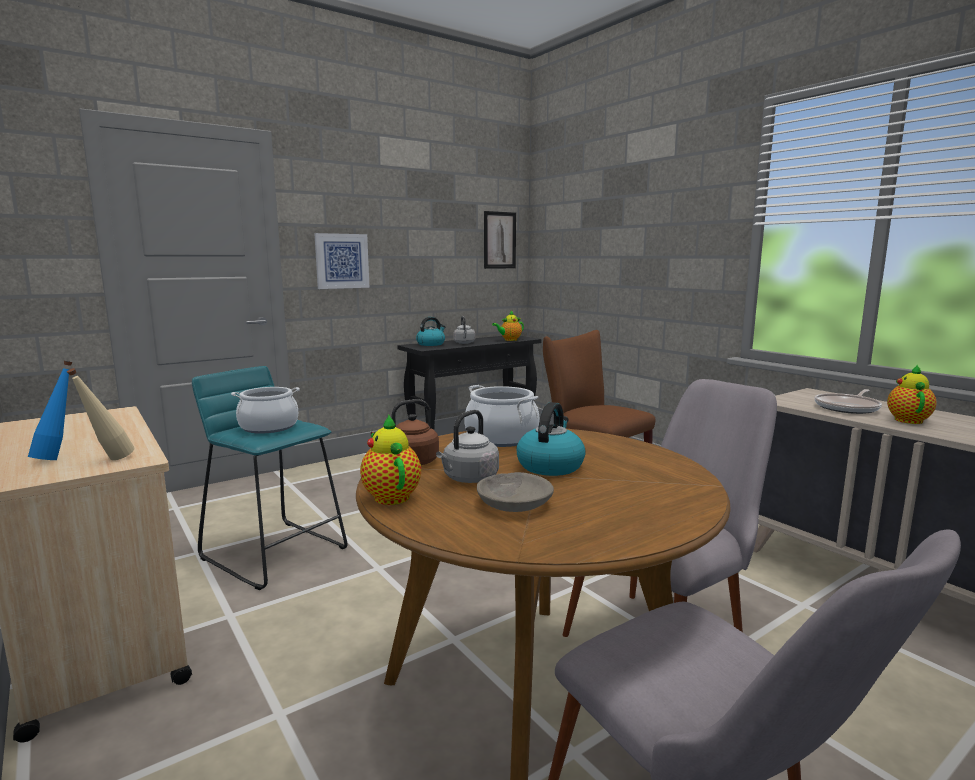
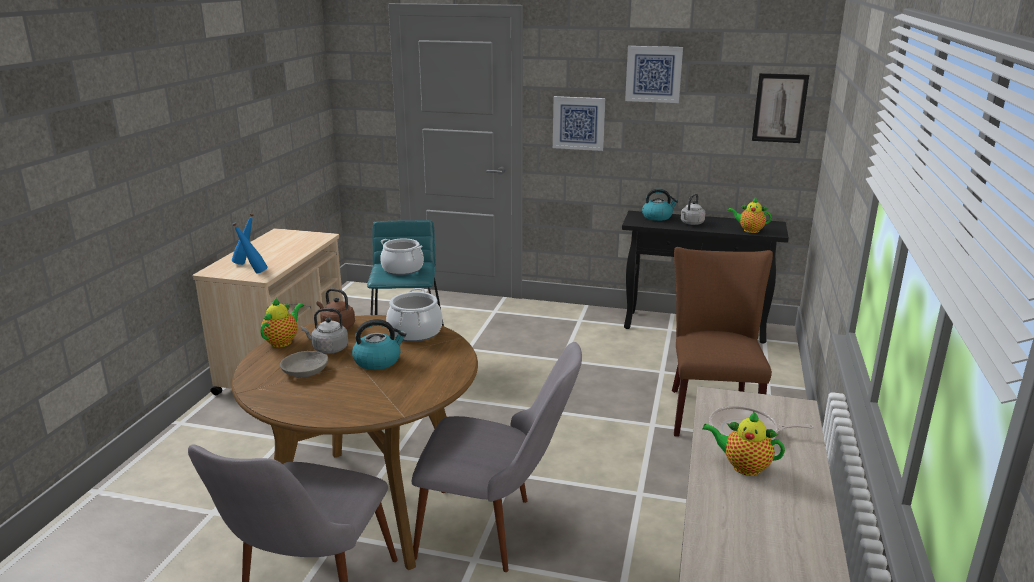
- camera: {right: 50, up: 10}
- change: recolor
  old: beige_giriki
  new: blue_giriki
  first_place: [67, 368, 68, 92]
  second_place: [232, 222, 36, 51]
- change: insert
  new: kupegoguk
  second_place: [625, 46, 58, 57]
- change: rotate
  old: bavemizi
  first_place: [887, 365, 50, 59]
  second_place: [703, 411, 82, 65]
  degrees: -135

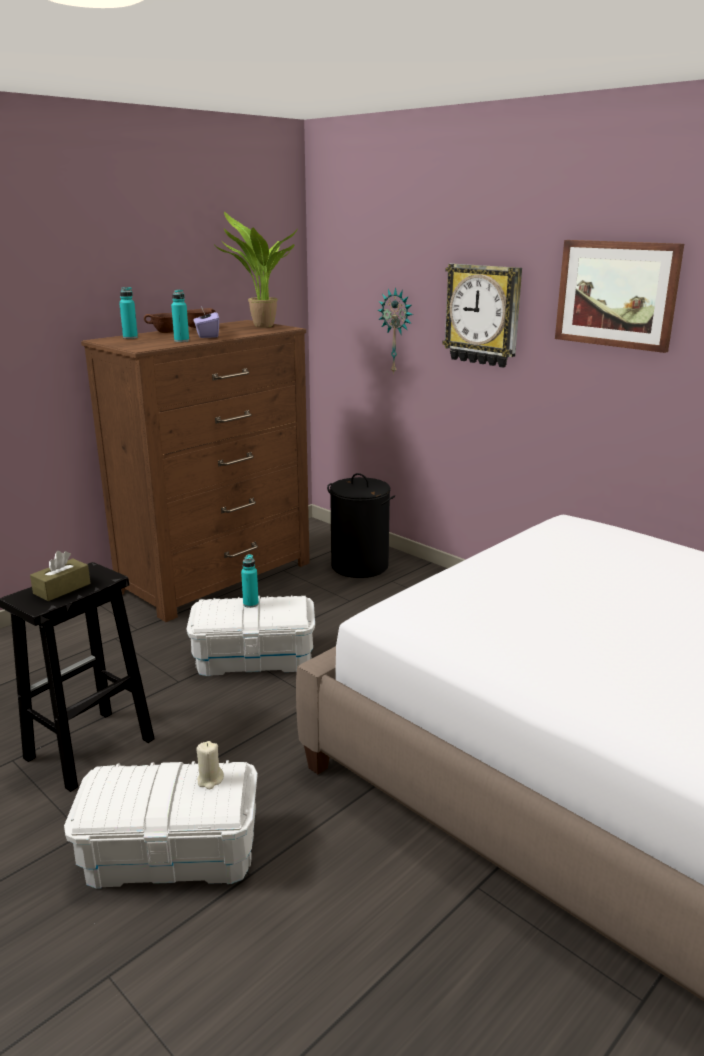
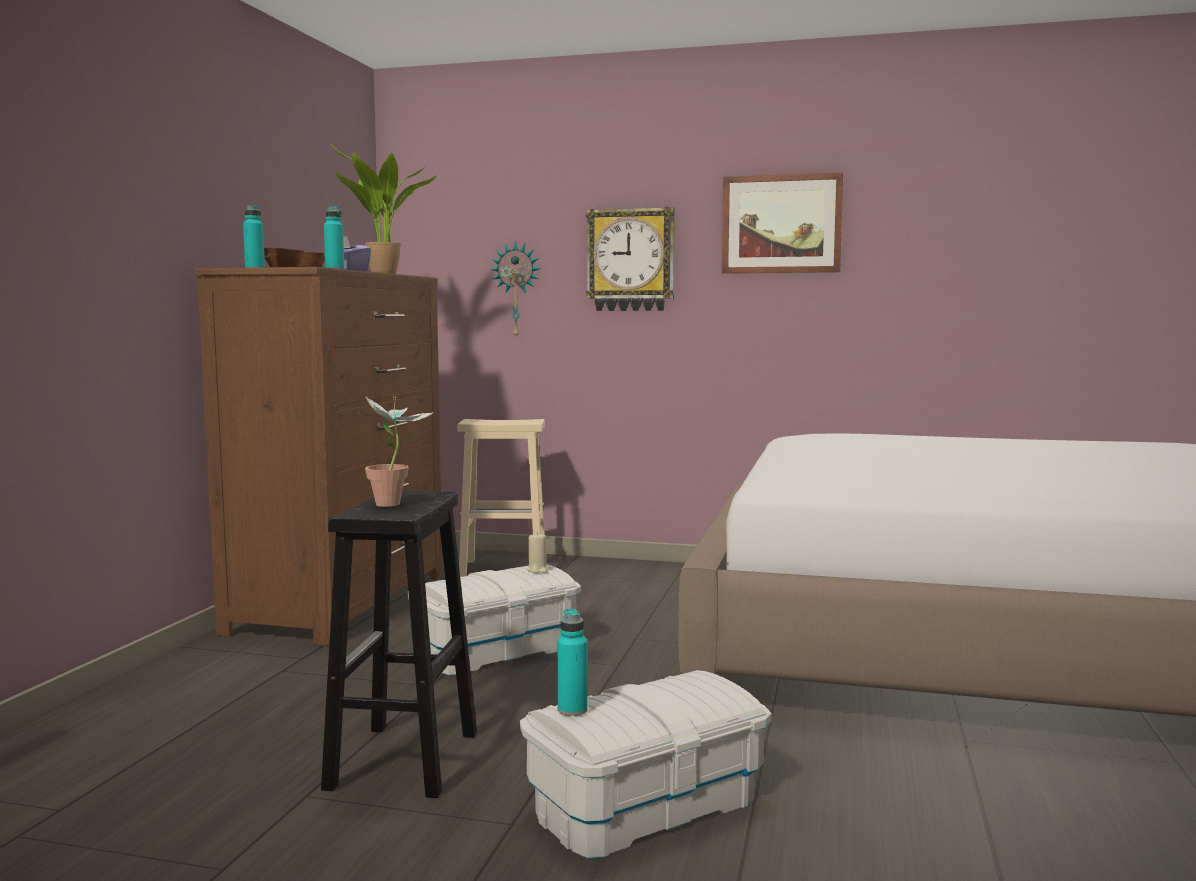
- camera: {right: -30, up: -15}
- change: replace
  old: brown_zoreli
  new: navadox
  first_place: [30, 551, 61, 50]
  second_place: [365, 396, 68, 111]
- change: replace
  old: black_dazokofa
  new: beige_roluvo
  first_place: [327, 473, 68, 105]
  second_place: [457, 419, 90, 158]
- change: move
  old: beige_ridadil
  first_place: [196, 741, 28, 48]
  second_place: [527, 532, 22, 41]
- change: move
  old: turquoise_giriki
  first_place: [241, 554, 18, 54]
  second_place: [557, 608, 31, 108]

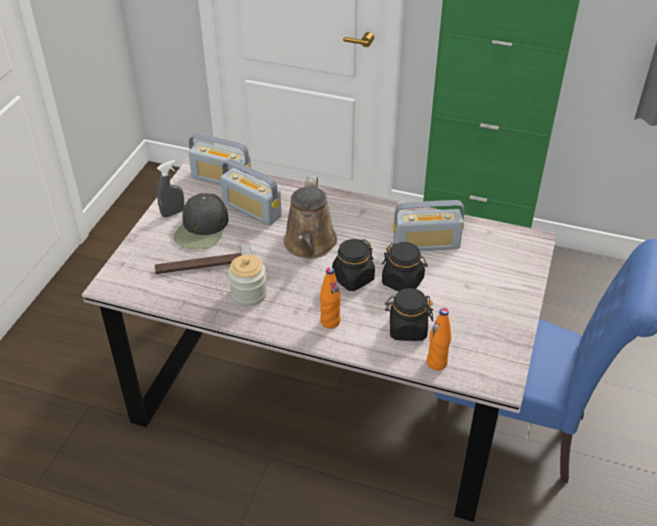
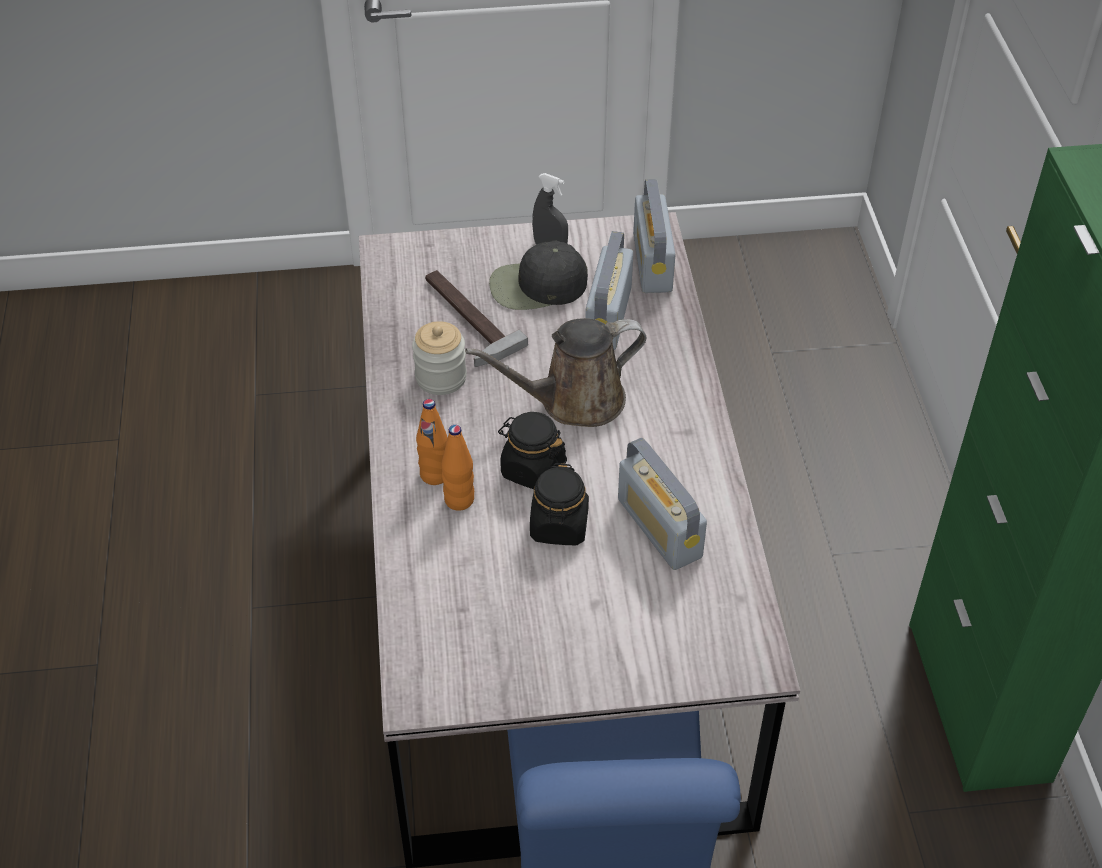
- camera: {right: 65, up: 5}
- change: move
  old: orange_giriki
  first_place: [427, 308, 24, 63]
  second_place: [441, 425, 33, 86]
- change: delete
  old: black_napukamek
  first_place: [385, 288, 48, 53]

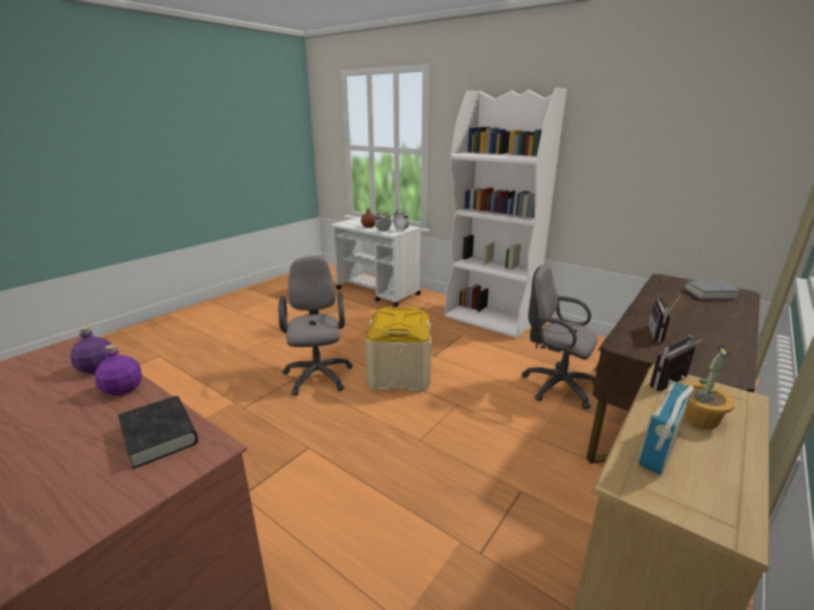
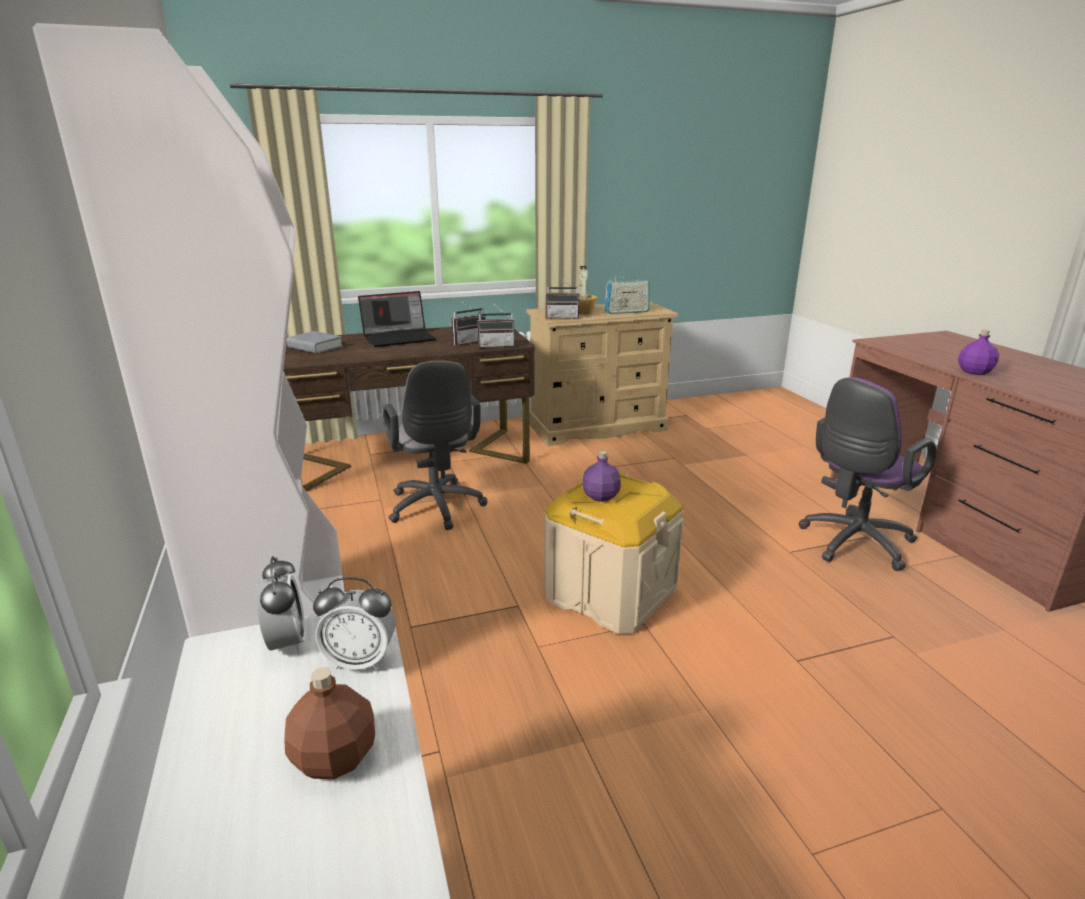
- camera: {right: -145, up: 0}
- change: insert
  new: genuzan
  second_place: [358, 291, 78, 56]
- change: insert
  new: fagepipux
  second_place: [477, 304, 39, 44]
- change: move
  old: purple_giriki
  first_place: [70, 326, 42, 48]
  second_place: [583, 451, 38, 51]
- change: insert
  new: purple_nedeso
  second_place: [799, 377, 137, 194]
- change: delete
  old: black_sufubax
  first_place: [118, 396, 80, 73]
- change: delete
  old: grey_nedeso
  first_place: [278, 255, 75, 141]

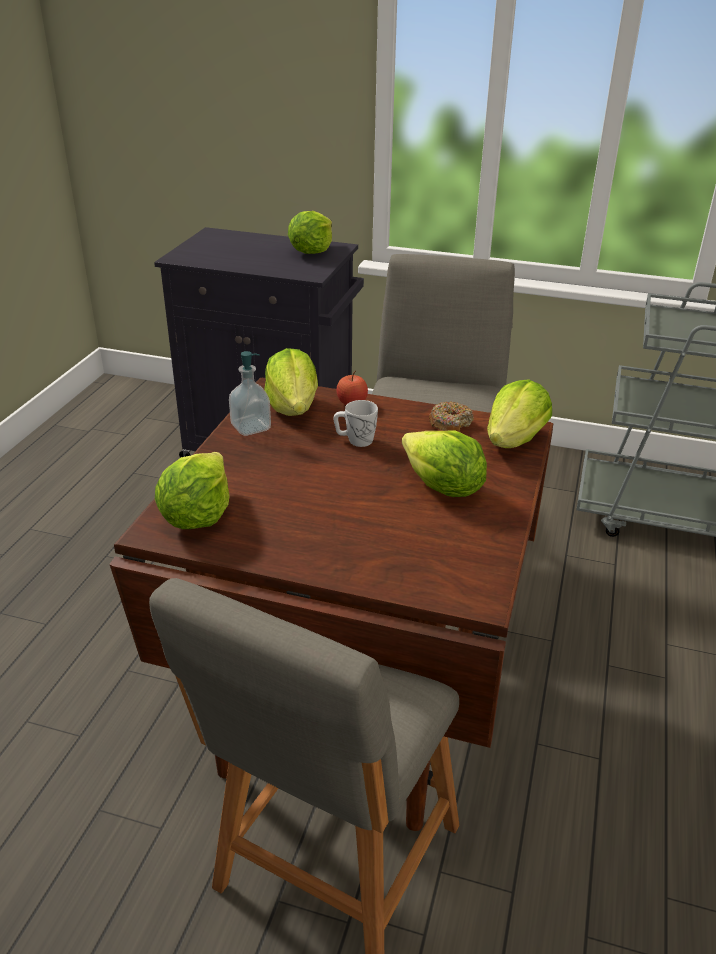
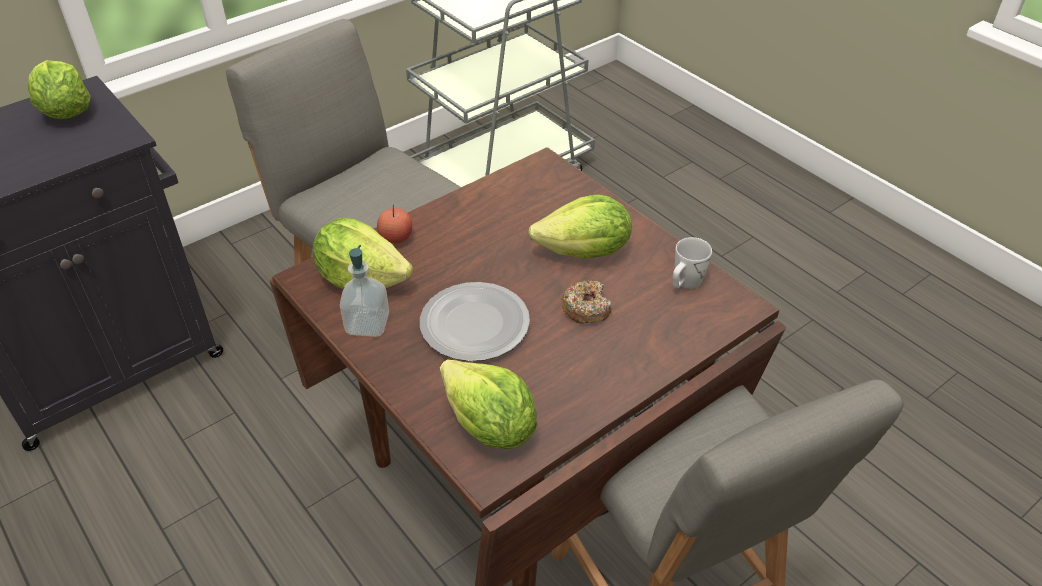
- camera: {right: -55, up: 10}
- change: insert
  new: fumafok
  second_place: [420, 282, 110, 79]
- change: move
  old: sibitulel
  first_place: [429, 401, 45, 31]
  second_place: [561, 281, 50, 43]
- change: move
  old: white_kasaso
  first_place: [334, 400, 44, 47]
  second_place: [673, 237, 39, 52]
- change: delete
  old: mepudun
  first_place: [487, 379, 65, 69]

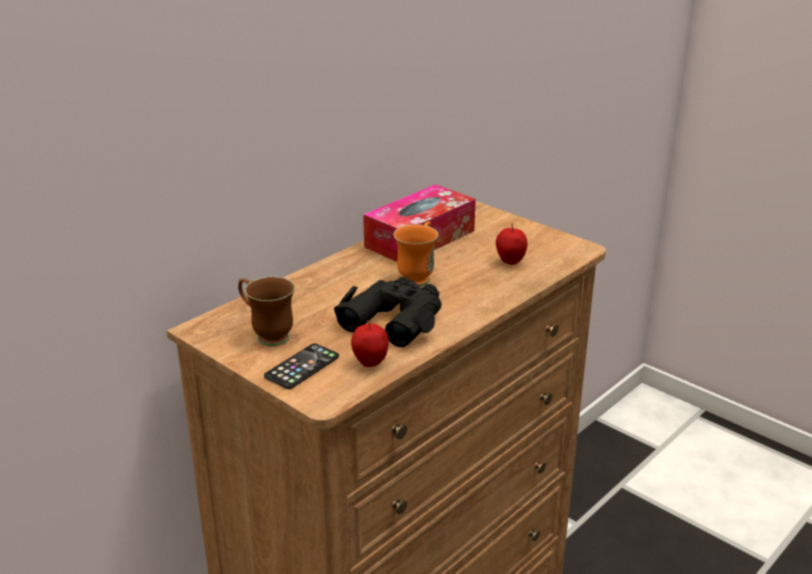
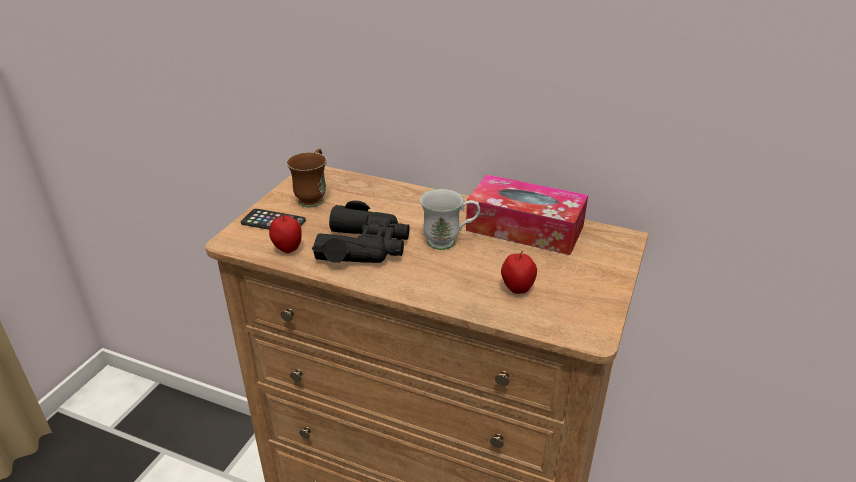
- camera: {right: 70, up: 5}
- change: recolor
  old: orange_kasaso
  new: white_kasaso
  first_place: [393, 221, 45, 65]
  second_place: [420, 189, 60, 61]

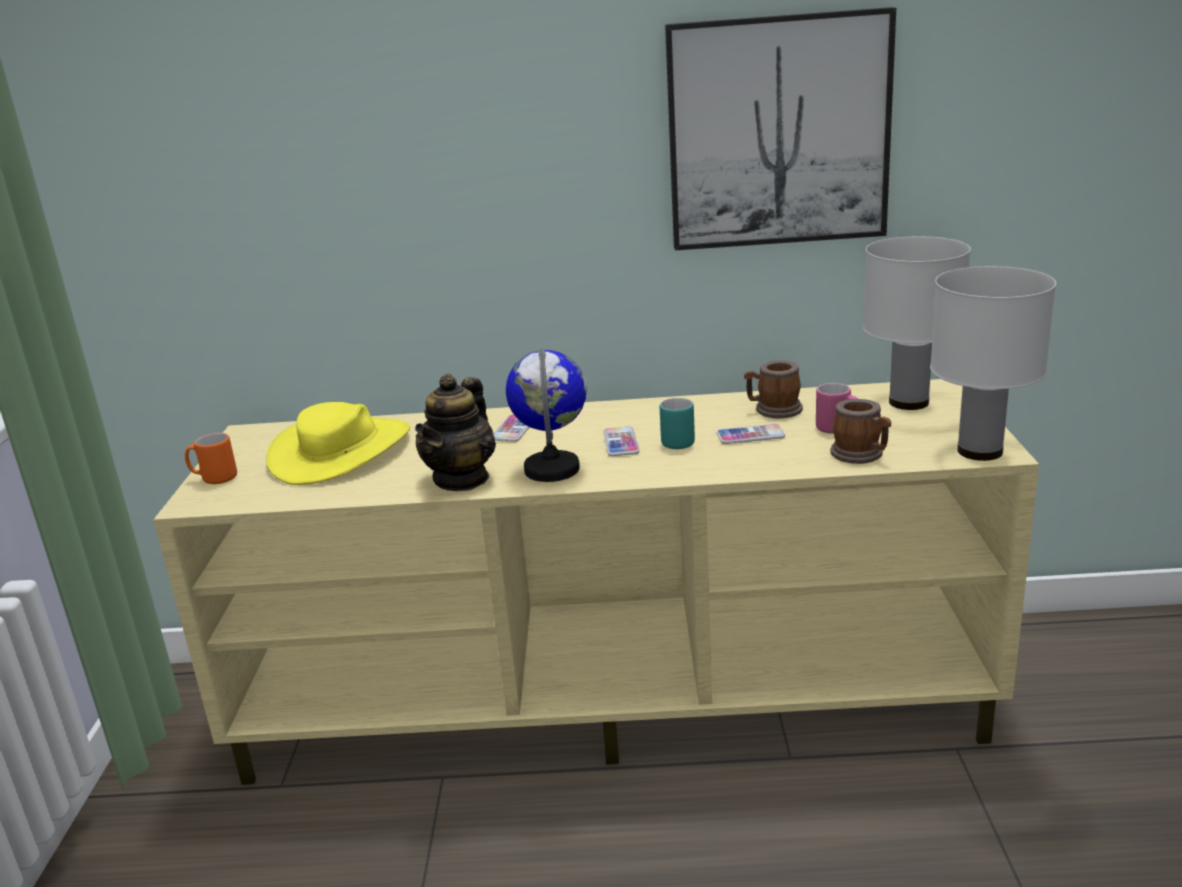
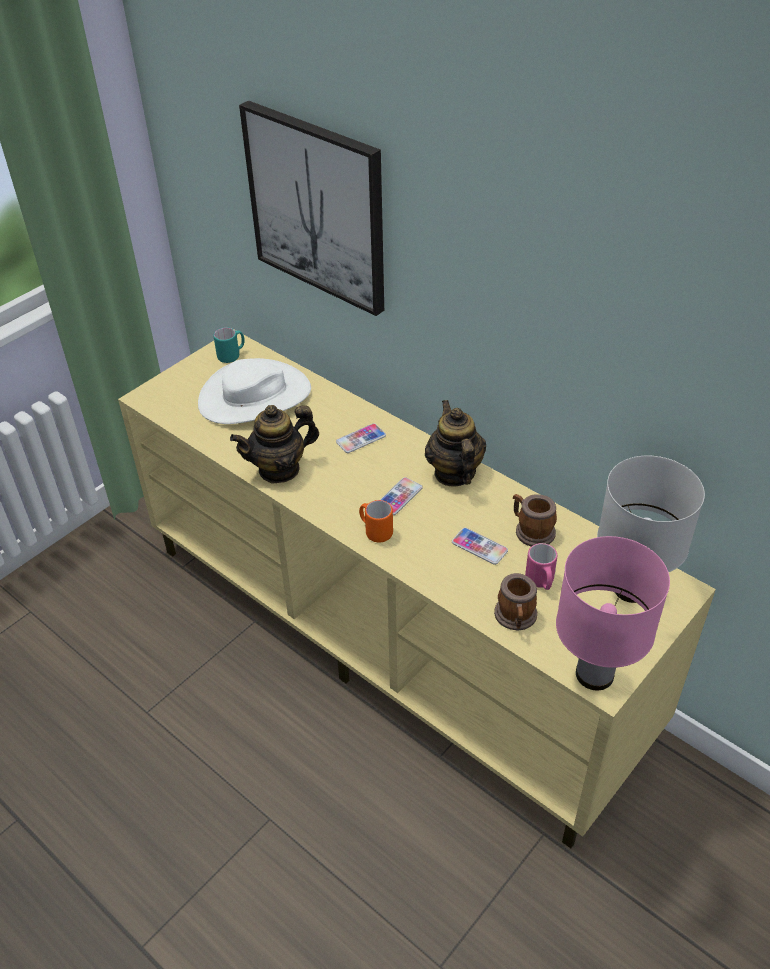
- camera: {right: 40, up: 20}
- change: recolor
  old: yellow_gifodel
  new: white_gifodel
  first_place: [266, 402, 144, 83]
  second_place: [198, 358, 113, 66]
- change: move
  old: turquoise_kasaso
  first_place: [660, 398, 35, 51]
  second_place: [213, 327, 32, 36]
- change: move
  old: kupegoguk
  first_place: [665, 7, 231, 243]
  second_place: [239, 101, 145, 215]
- change: move
  old: orange_kasaso
  first_place: [185, 433, 52, 51]
  second_place: [359, 500, 34, 43]
- change: insert
  new: bavemizi
  second_place: [425, 400, 61, 86]
- change: recolor
  old: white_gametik
  new: pink_gametik
  first_place: [930, 266, 126, 195]
  second_place: [556, 536, 114, 155]
- change: delete
  old: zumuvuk
  first_place: [506, 348, 81, 134]

